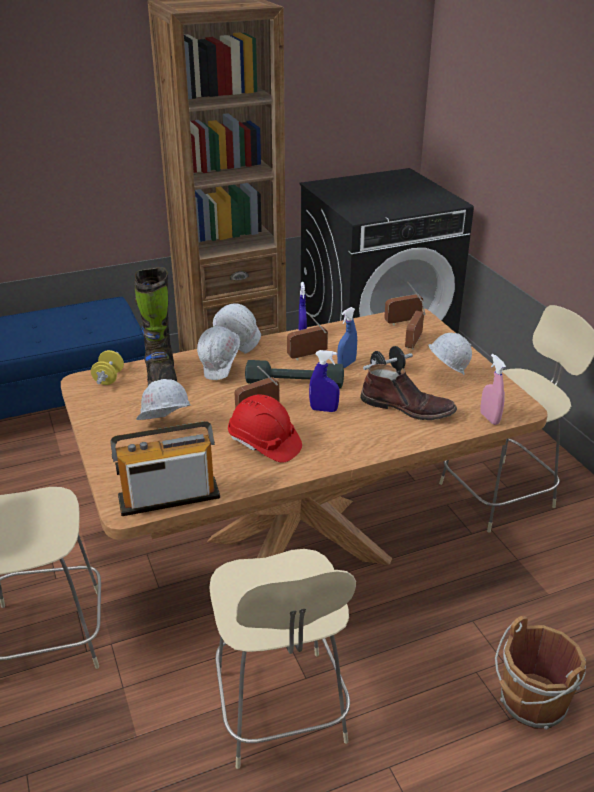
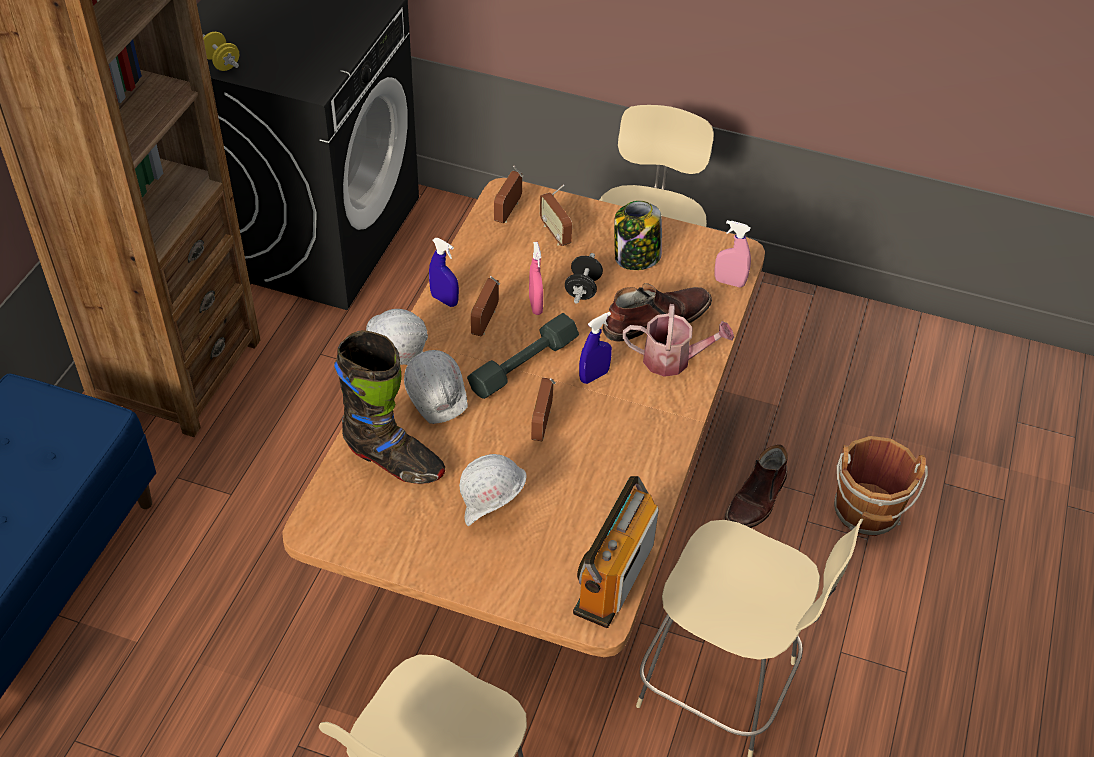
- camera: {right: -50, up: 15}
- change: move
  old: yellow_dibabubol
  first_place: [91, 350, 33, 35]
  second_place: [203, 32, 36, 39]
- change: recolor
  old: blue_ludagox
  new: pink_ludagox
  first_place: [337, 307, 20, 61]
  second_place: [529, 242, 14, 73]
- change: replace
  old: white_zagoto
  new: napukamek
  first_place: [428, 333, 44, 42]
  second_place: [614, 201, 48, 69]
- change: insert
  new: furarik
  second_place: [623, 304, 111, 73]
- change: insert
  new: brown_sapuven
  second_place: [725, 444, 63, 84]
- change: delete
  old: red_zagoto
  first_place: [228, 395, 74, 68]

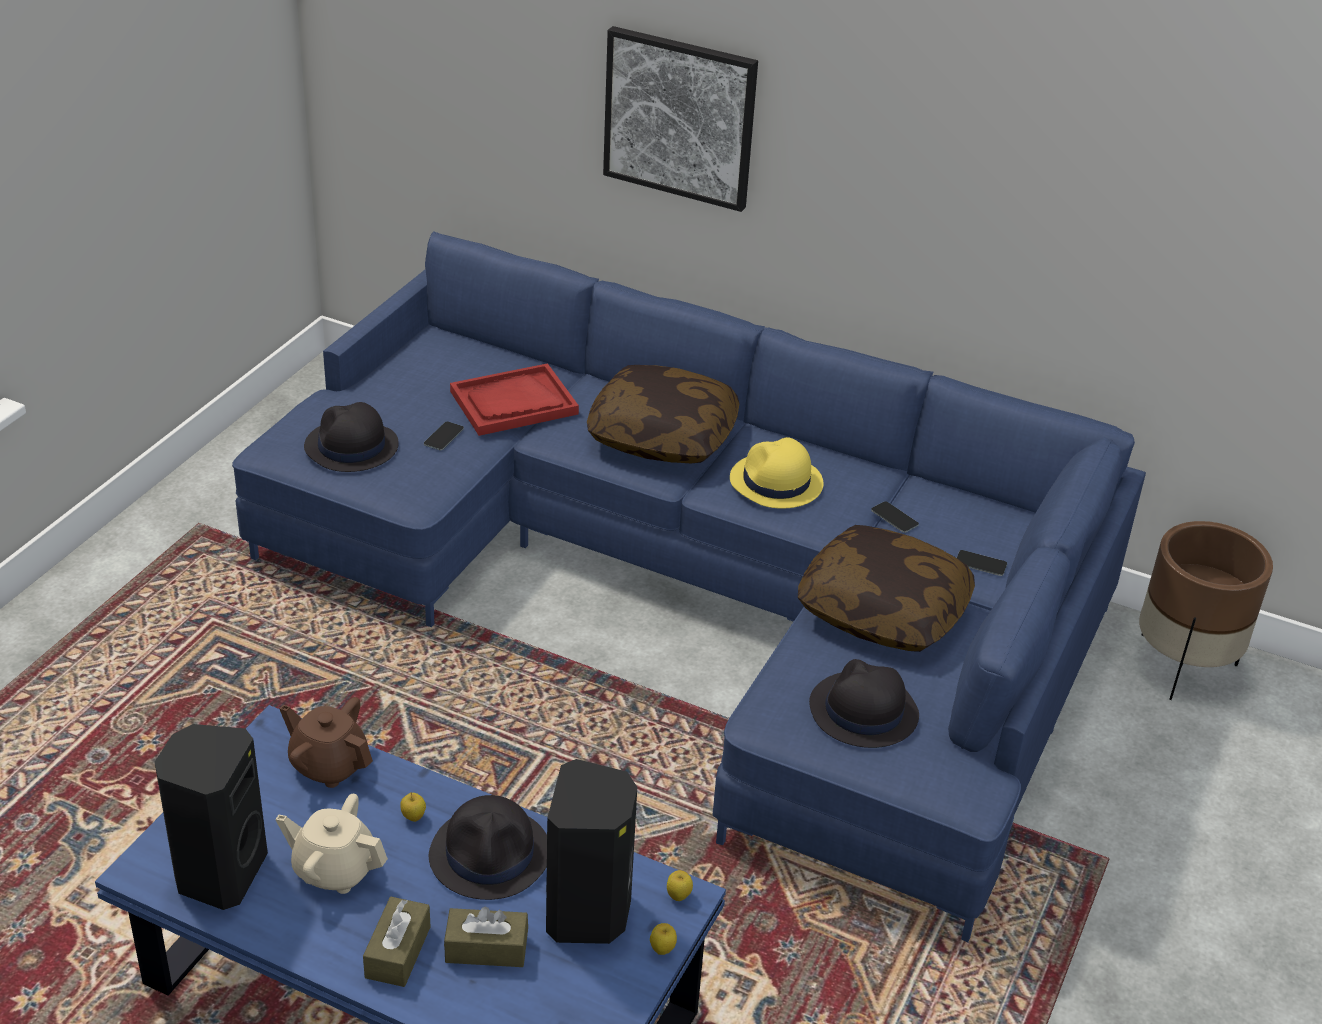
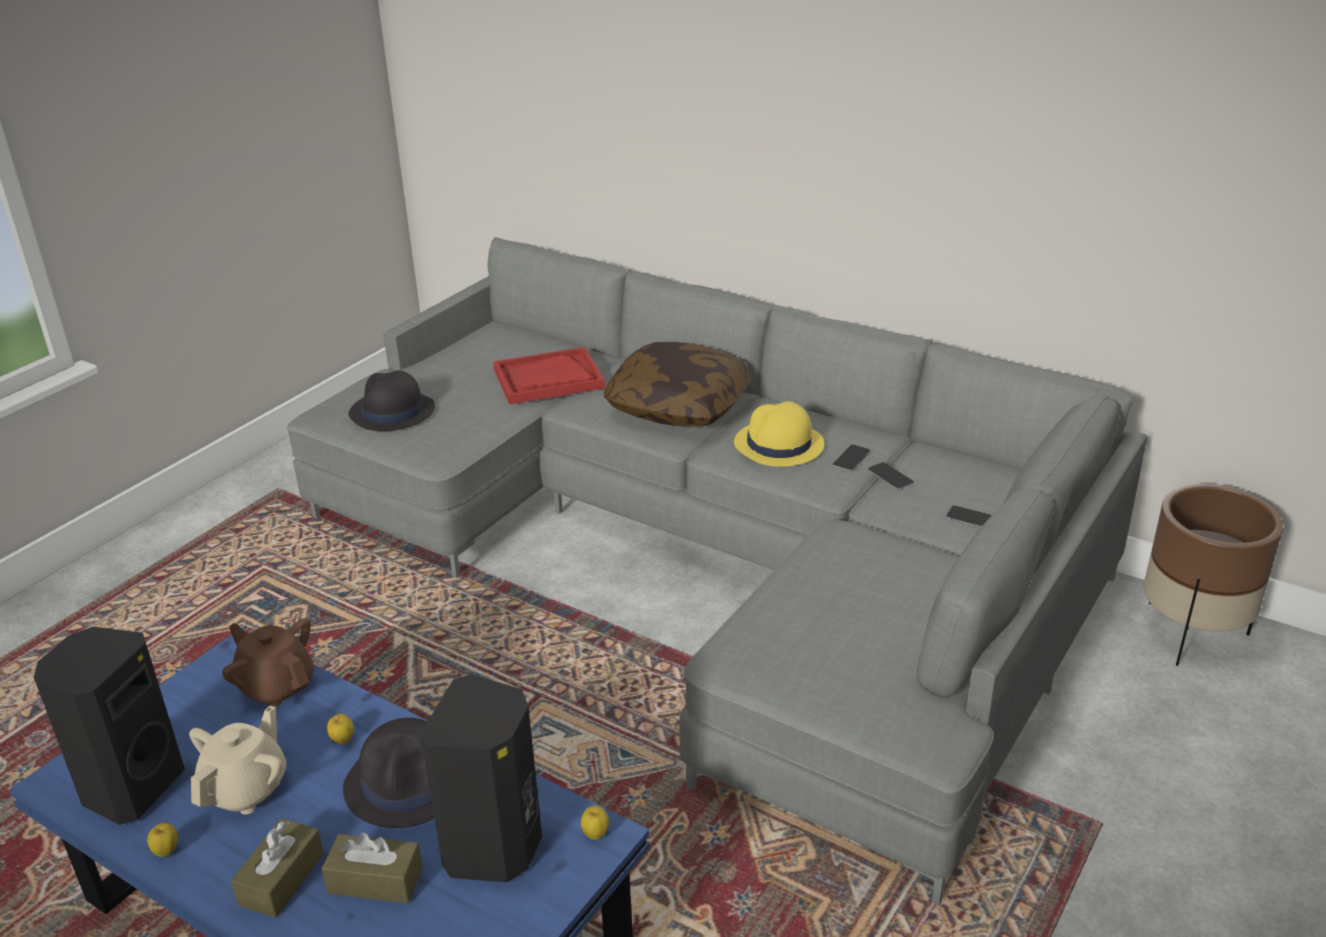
- camera: {right: 10, up: -5}
- change: move
  old: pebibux
  first_place: [650, 923, 27, 32]
  second_place: [147, 823, 31, 34]
- change: rotate
  old: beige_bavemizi
  first_place: [275, 794, 113, 100]
  second_place: [189, 706, 97, 108]
  degrees: 90
- change: recolor
  old: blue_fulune
  new: grey_fulune
  first_place: [232, 231, 914, 712]
  second_place: [287, 237, 861, 669]
- change: move
  old: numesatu
  first_place: [424, 422, 40, 28]
  second_place: [833, 445, 37, 26]
- change: delete
  old: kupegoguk
  first_place: [603, 26, 155, 186]
- change: delete
  old: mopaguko
  first_place: [798, 525, 177, 127]
- change: delete
  old: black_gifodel
  first_place: [809, 659, 110, 89]

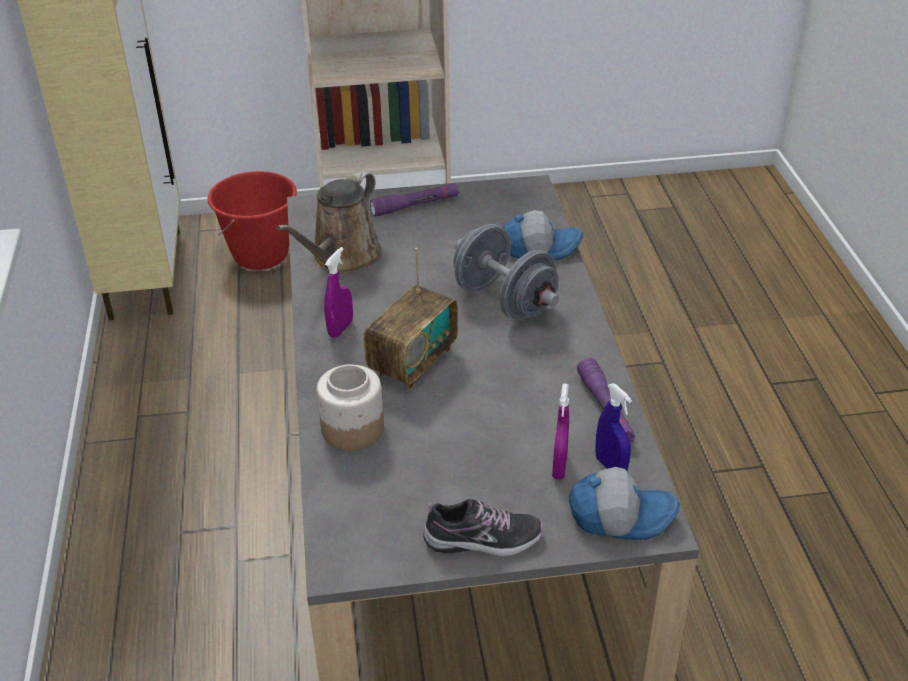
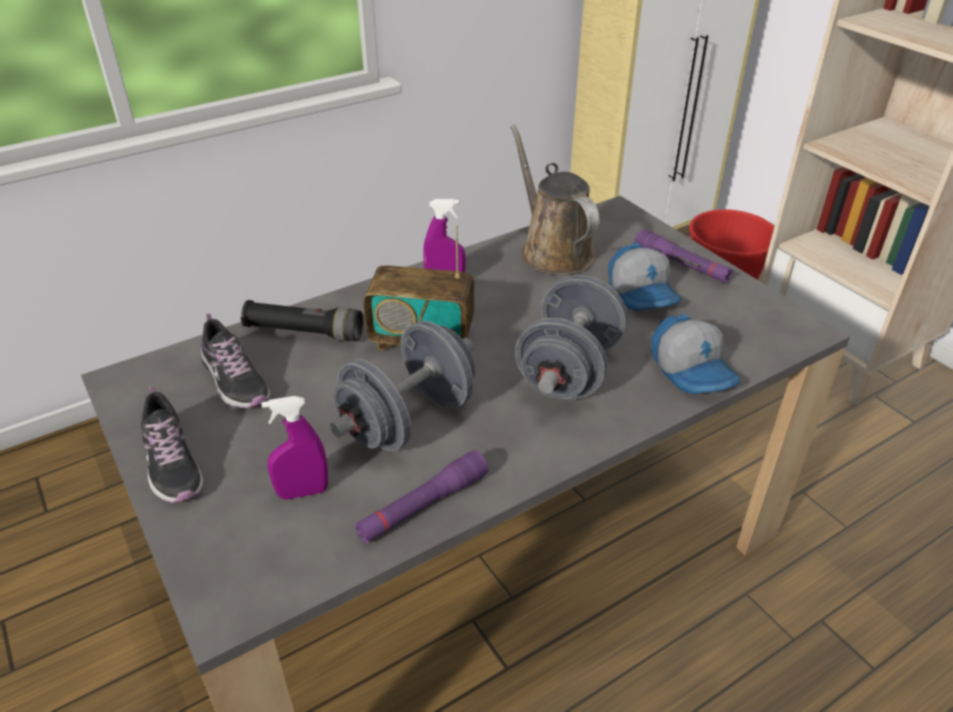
- camera: {right: 65, up: 0}
- change: insert
  new: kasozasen
  second_place: [201, 313, 69, 95]
- change: replace
  old: napukamek
  new: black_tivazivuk
  first_place: [317, 364, 67, 86]
  second_place: [241, 300, 122, 41]
- change: insert
  new: grey_dibabubol
  second_place: [330, 321, 145, 130]
- change: rotate
  old: brown_furarik
  first_place: [276, 171, 106, 103]
  second_place: [510, 125, 90, 150]
  degrees: 60
- change: move
  old: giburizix
  first_place: [569, 467, 111, 73]
  second_place: [608, 243, 73, 68]
- change: delete
  old: blue_ludagox
  first_place: [595, 383, 37, 88]

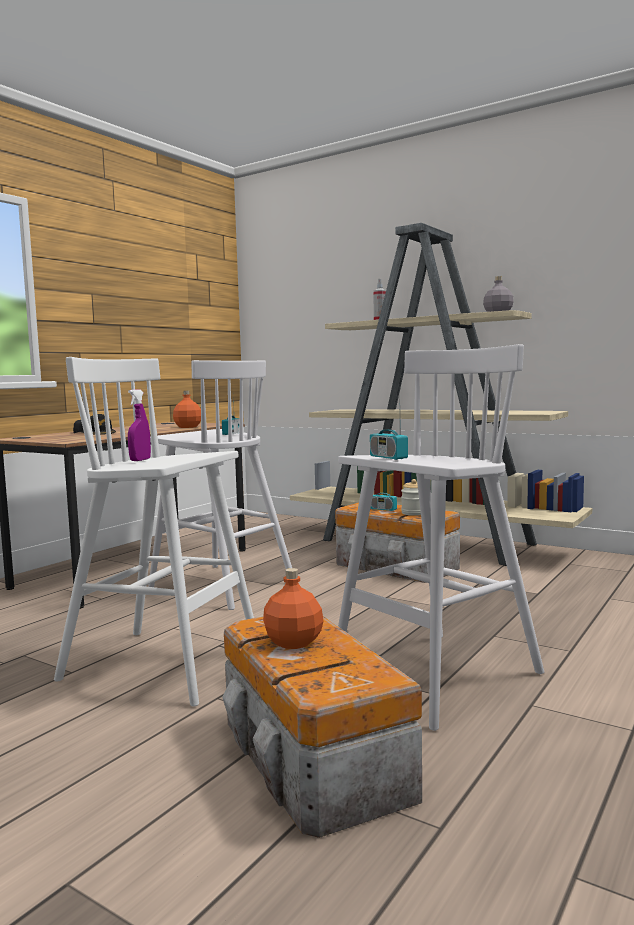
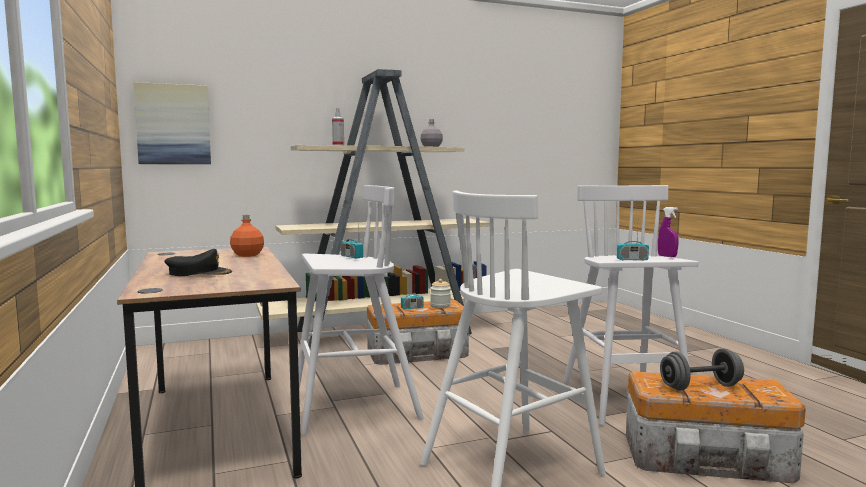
- camera: {right: -55, up: 0}
- change: insert
  new: kupegoguk
  second_place: [133, 82, 78, 82]
- change: move
  old: purple_ludagox
  first_place: [128, 390, 23, 71]
  second_place: [658, 207, 21, 50]
- change: replace
  old: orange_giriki
  new: grey_dibabubol
  first_place: [263, 568, 61, 81]
  second_place: [660, 349, 84, 41]

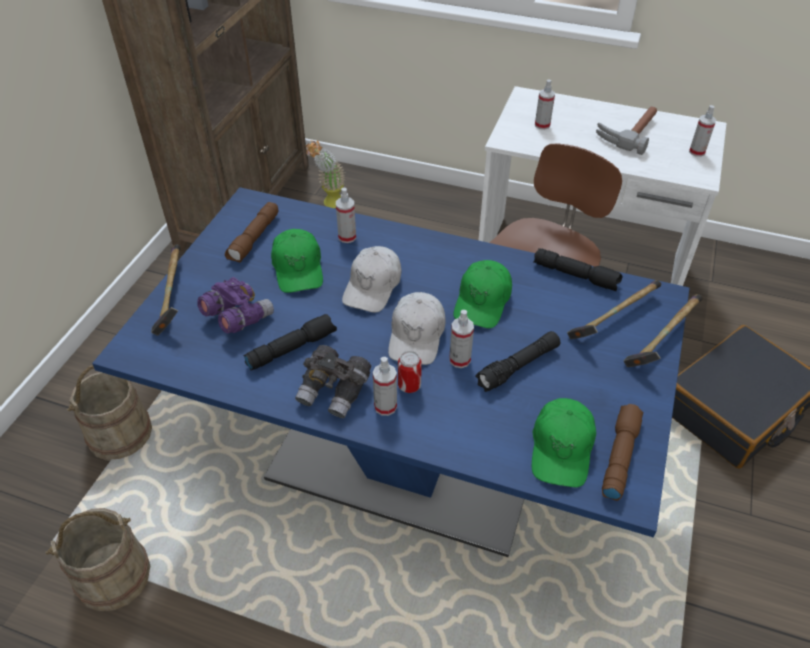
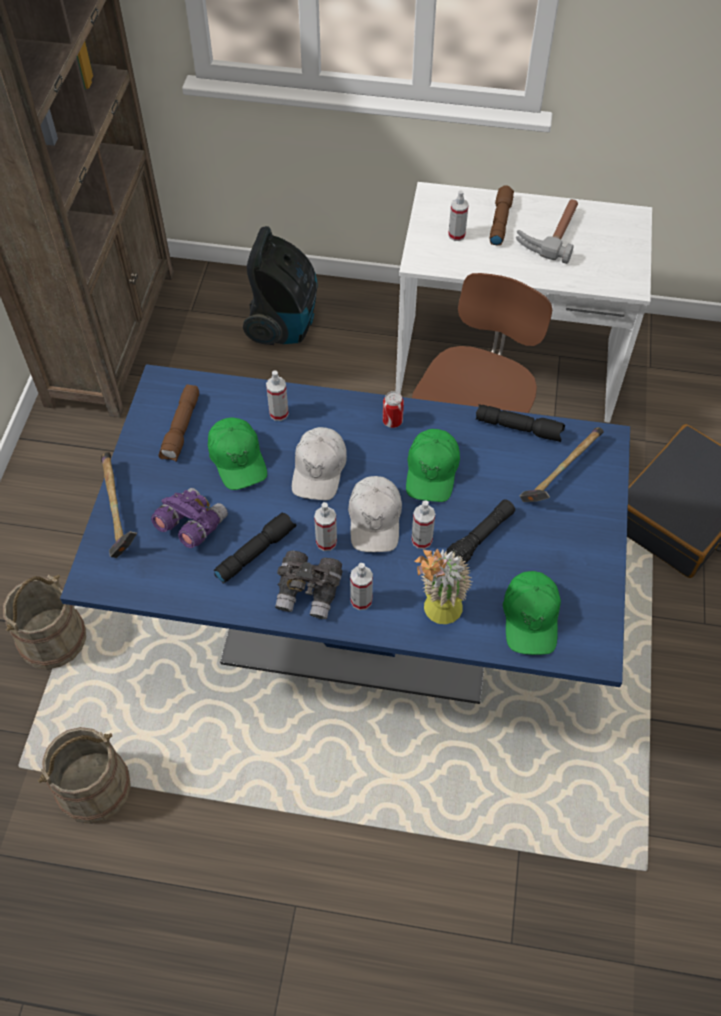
- camera: {right: -10, up: 10}
- change: insert
  new: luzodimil
  second_place: [243, 226, 75, 119]
- change: move
  old: ludagox
  first_place: [689, 105, 27, 52]
  second_place: [314, 502, 23, 49]
- change: move
  old: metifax
  first_place: [398, 351, 24, 42]
  second_place: [383, 391, 21, 37]
- change: move
  old: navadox
  first_place: [306, 140, 39, 68]
  second_place: [414, 549, 58, 75]
- change: move
  old: brown_tivazivuk
  first_place: [602, 404, 41, 97]
  second_place: [490, 185, 24, 61]
- change: delete
  old: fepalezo
  first_place: [623, 294, 80, 73]

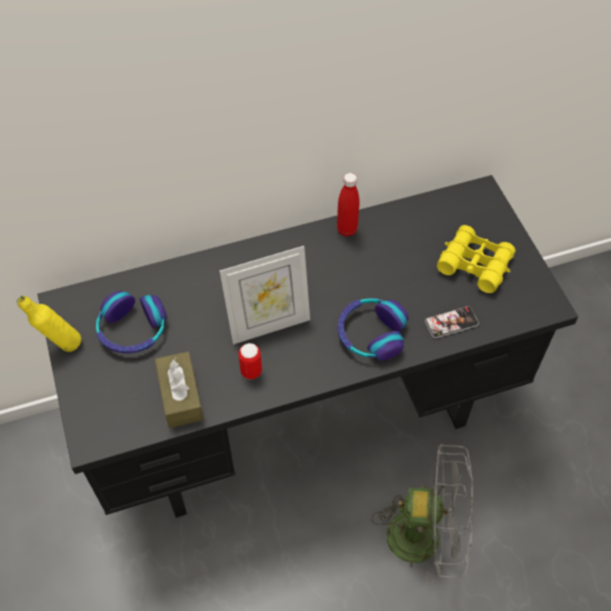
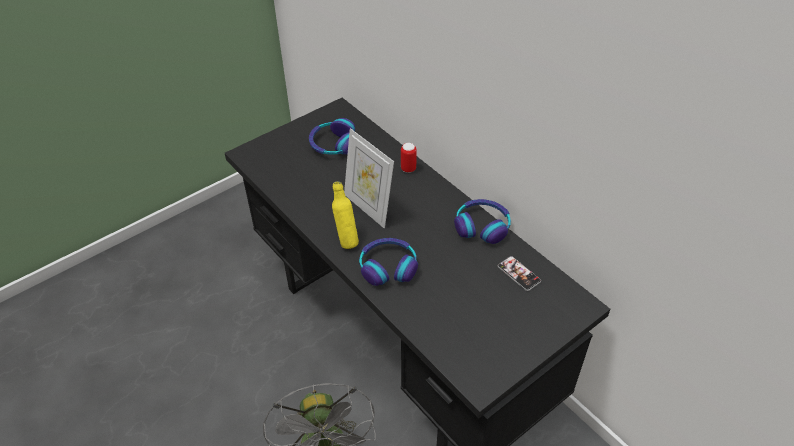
- camera: {right: 70, up: -10}
- change: move
  old: yellow_giriki
  first_place: [17, 296, 64, 56]
  second_place: [332, 181, 27, 68]
- change: move
  old: metifax
  first_place: [238, 343, 24, 36]
  second_place: [401, 143, 16, 30]
- change: replace
  old: red_giriki
  new: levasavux
  first_place: [337, 173, 23, 64]
  second_place: [454, 199, 57, 45]
- change: move
  old: numesatu
  first_place: [425, 306, 54, 32]
  second_place: [498, 256, 43, 35]
- change: delete
  old: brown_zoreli
  first_place: [155, 351, 49, 77]
- change: delete
  old: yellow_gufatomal
  first_place: [437, 225, 78, 68]

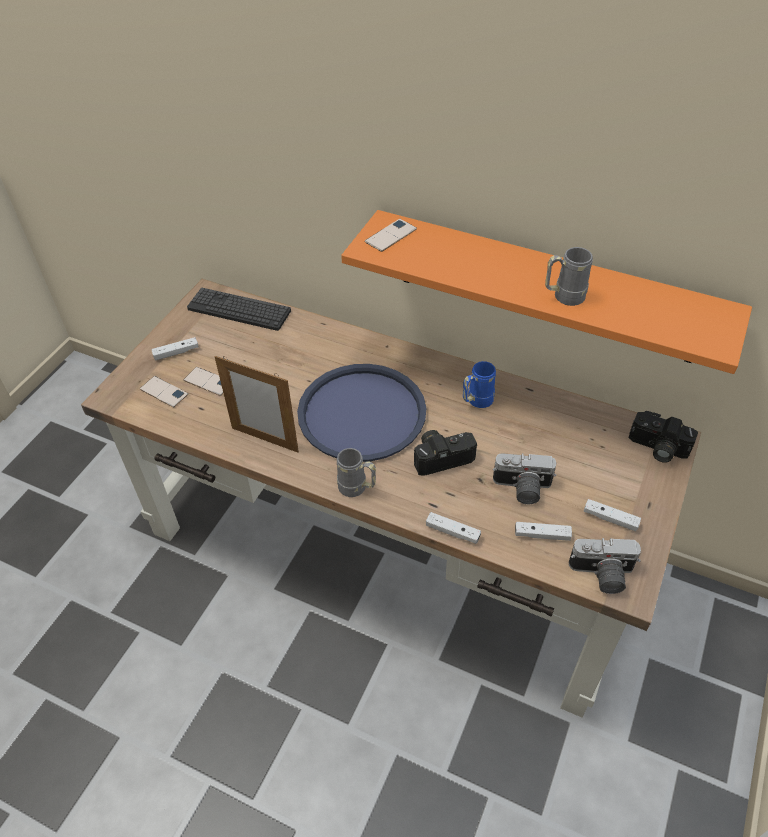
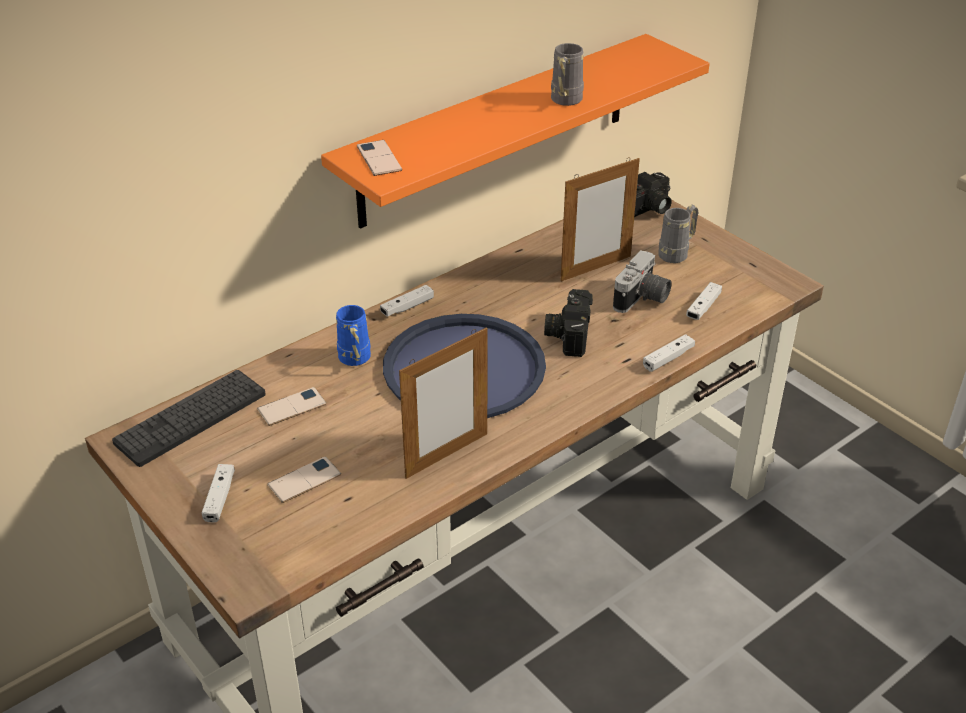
- camera: {right: -65, up: -10}
- change: move
  old: numesatu
  first_place: [140, 376, 48, 32]
  second_place: [257, 387, 69, 39]
- change: move
  old: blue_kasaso
  first_place: [463, 361, 33, 47]
  second_place: [336, 305, 35, 61]
- change: move
  old: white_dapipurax
  first_place: [584, 499, 57, 32]
  second_place: [380, 285, 54, 32]
- change: insert
  new: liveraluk
  second_place: [561, 158, 79, 124]
- change: move
  old: grey_kasaso
  first_place: [337, 448, 39, 49]
  second_place: [658, 204, 41, 59]
- change: delete
  old: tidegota
  first_place: [569, 538, 72, 56]

